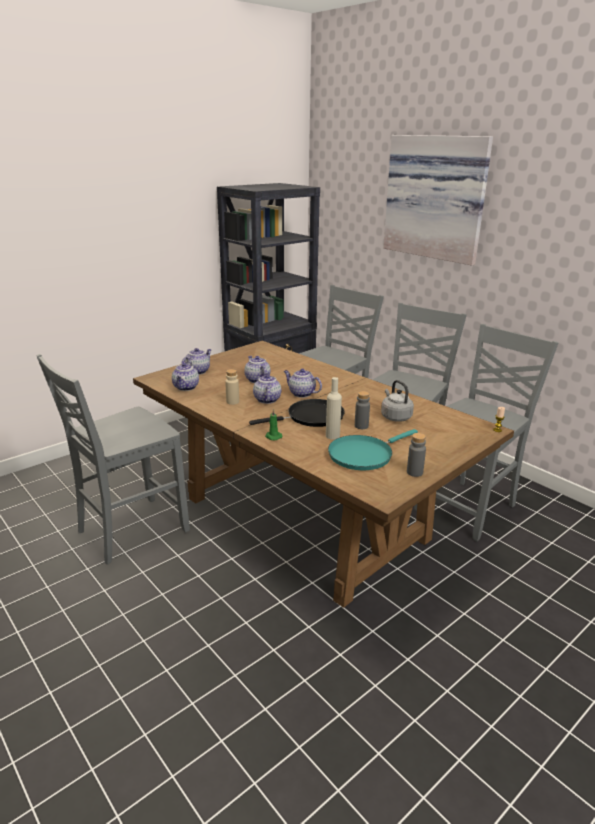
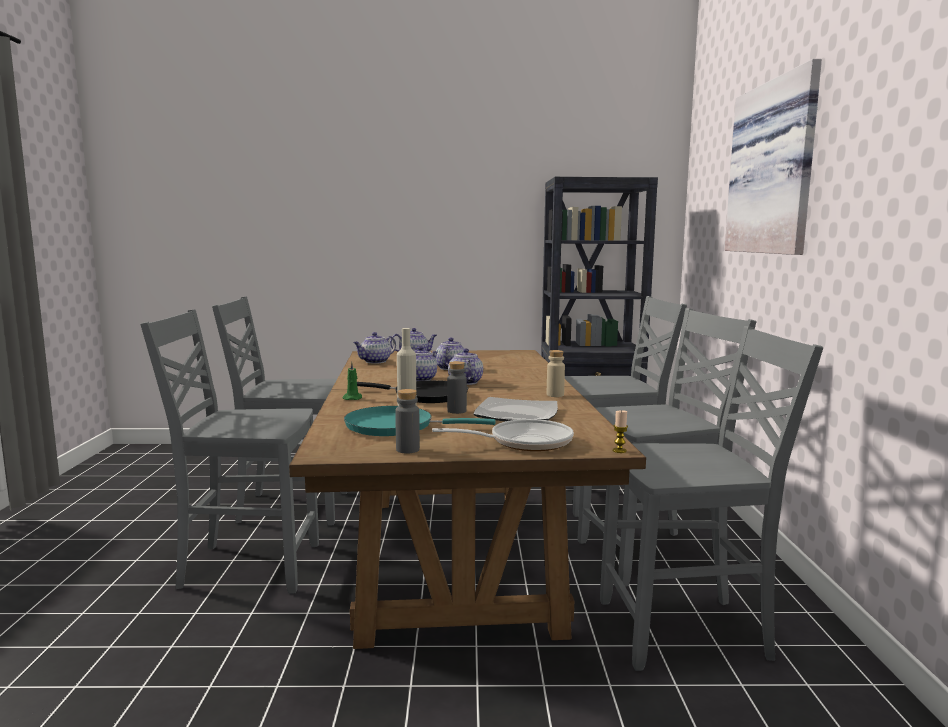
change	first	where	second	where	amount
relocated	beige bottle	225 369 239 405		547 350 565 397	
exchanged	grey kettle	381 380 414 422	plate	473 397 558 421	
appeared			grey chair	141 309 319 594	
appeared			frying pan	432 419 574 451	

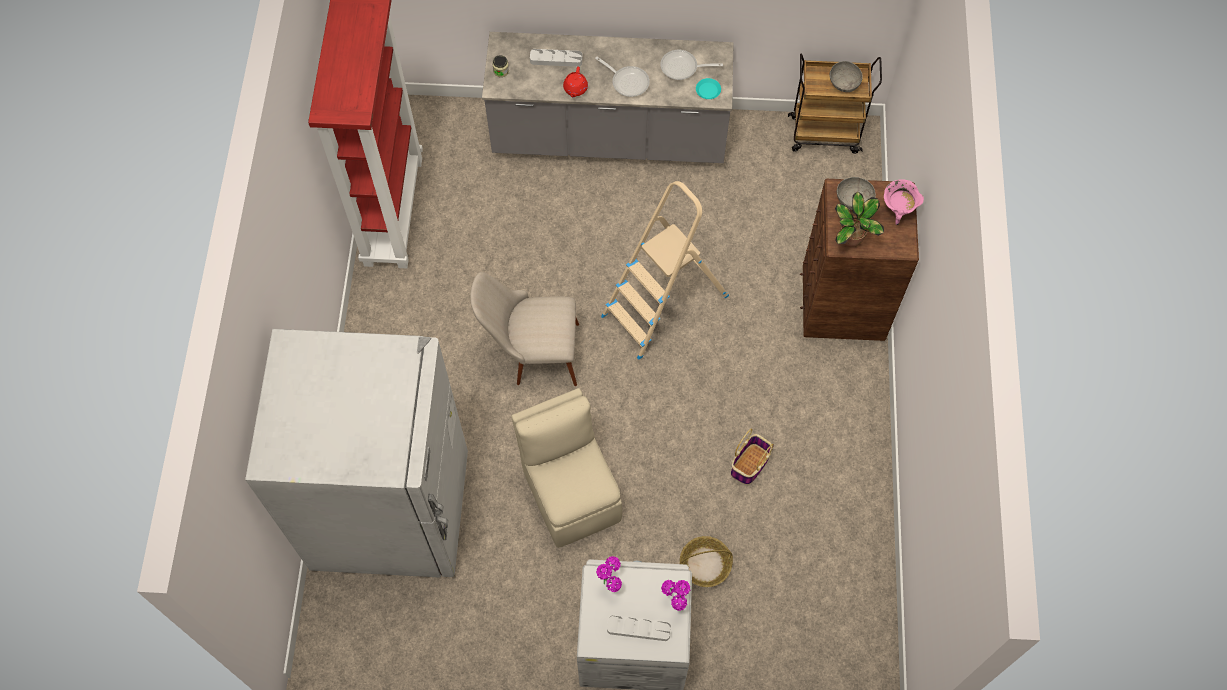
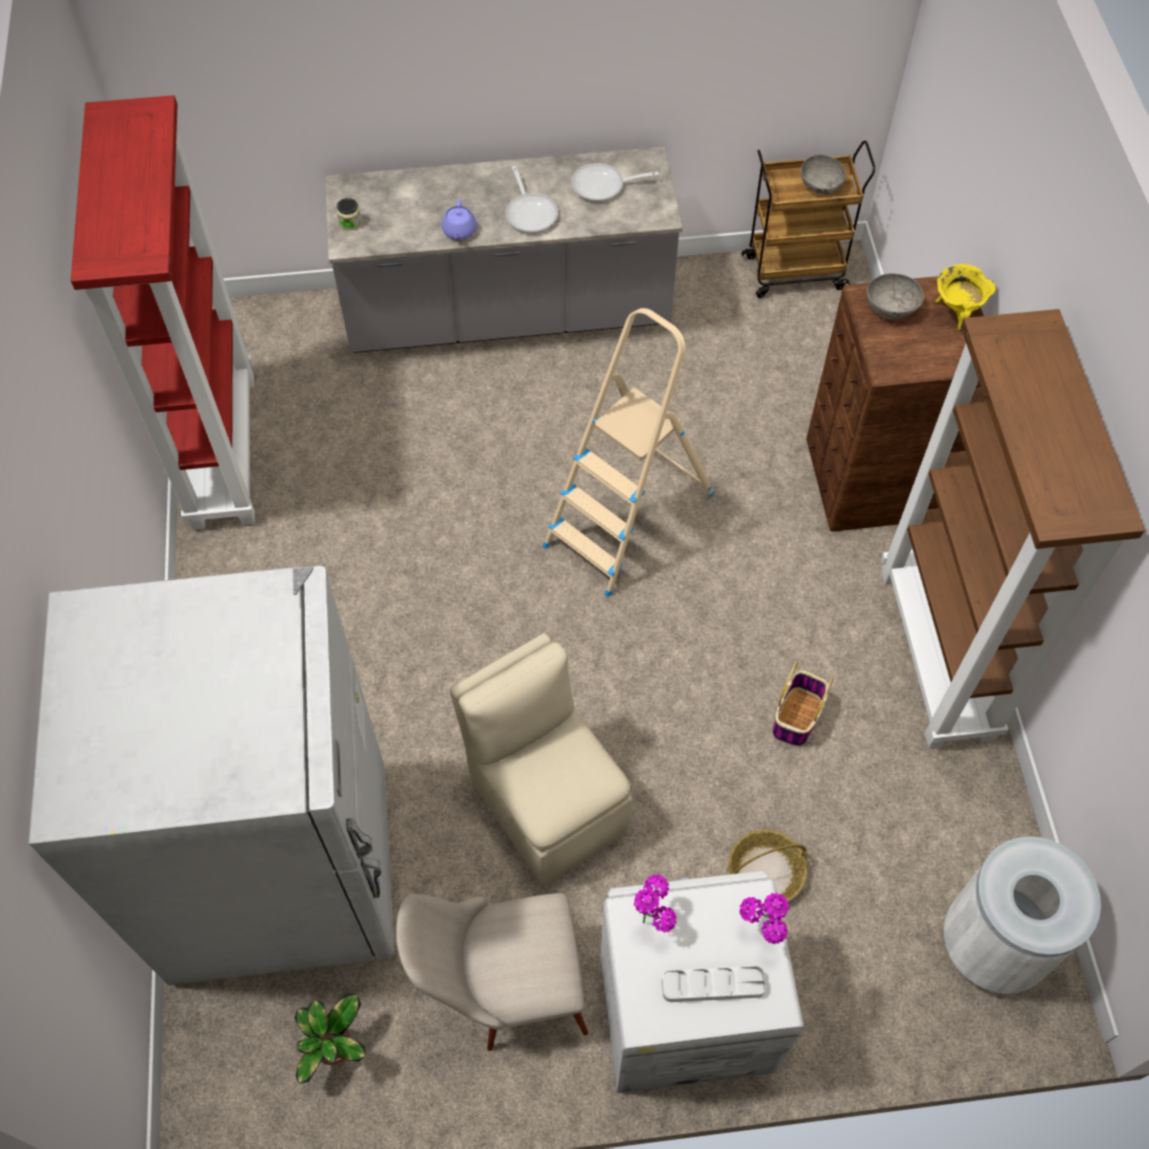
change	first	where	second	where	amount
relocated	beige chair	470 272 579 386		396 893 588 1051	
missing	grey tray	530 49 583 67			
colour	red teapot	563 66 588 97	purple teapot	442 199 477 241	
spun	frying pan	595 57 650 97		506 166 558 233	45 degrees clockwise
missing	turquoise plate	696 78 721 99			
relocated	potted plant	835 192 884 247		295 993 366 1084	
colour	pink cooking pot	884 179 924 225	yellow cooking pot	936 264 996 331	
appeared			brown bookcase	881 309 1145 748	
appeared			white trash can	943 836 1101 994	

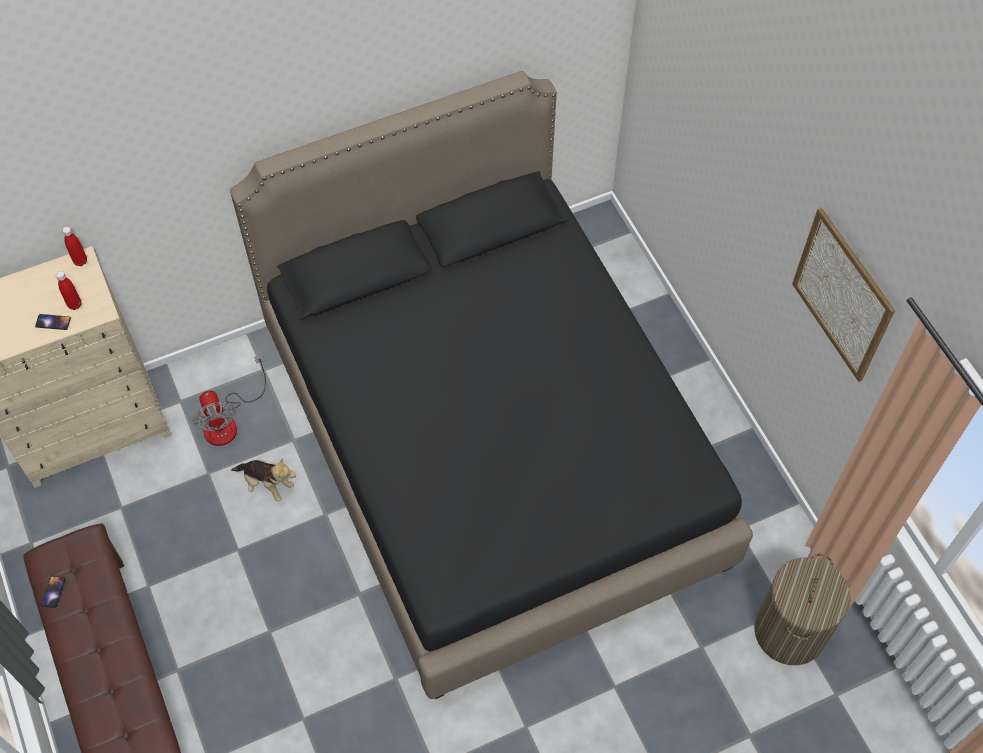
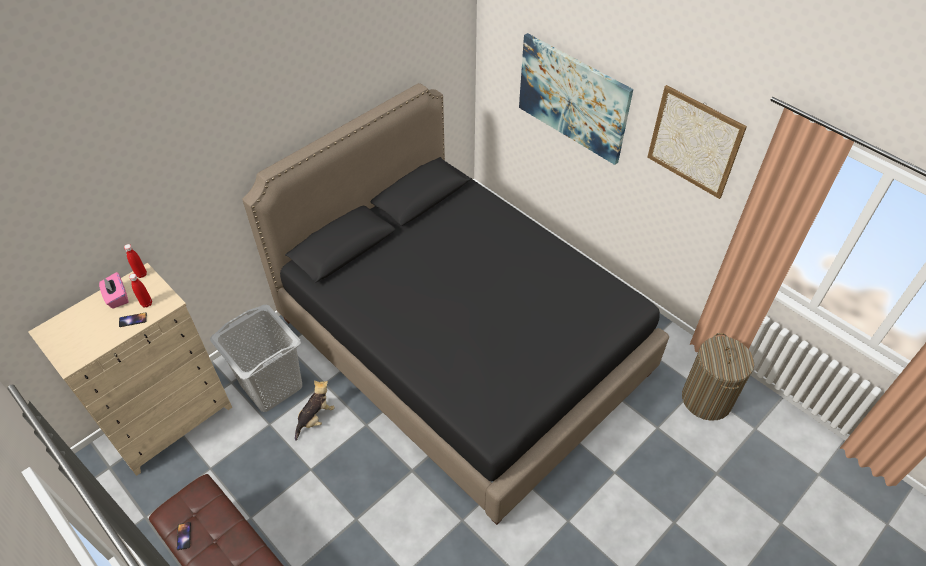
change	first	where	second	where	amount
exchanged	fan	193 354 266 446	grey laundry basket	210 305 302 412	
spun	plush toy	231 458 296 501		295 380 335 441	60 degrees counterclockwise
appeared			pink tissue box	99 272 129 309	
appeared			picture	519 33 633 165	

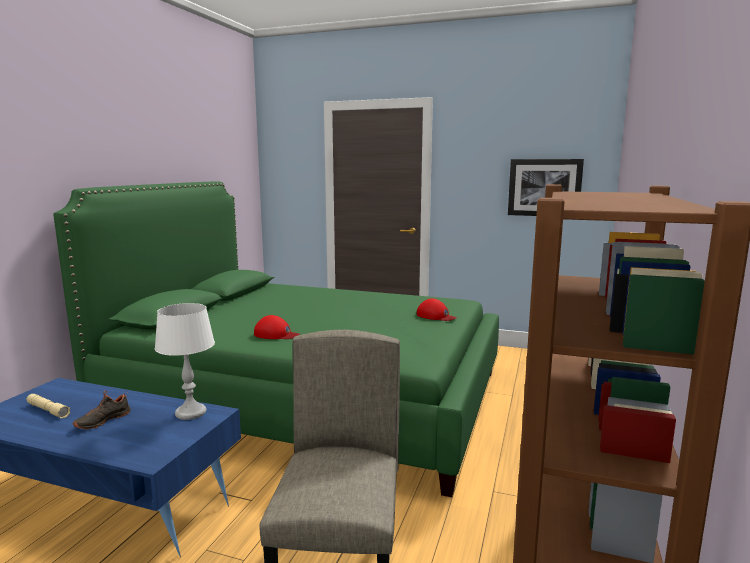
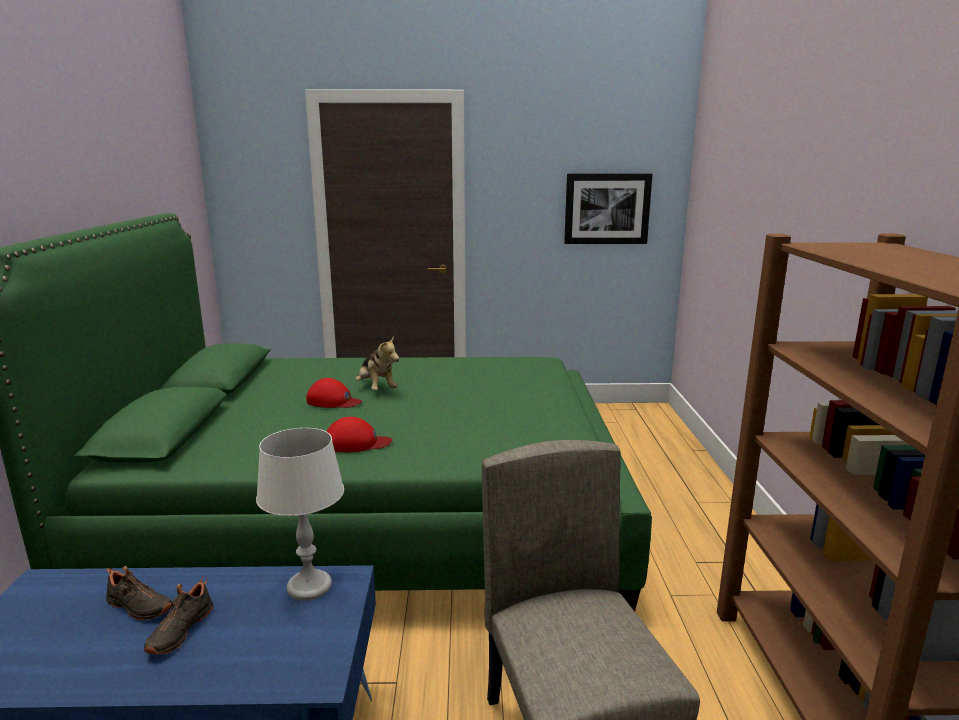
change	first	where	second	where	amount
missing	beige flashlight	27 394 70 419			
relocated	red cap	417 298 456 321		307 378 362 408	
appeared			black shoe	106 566 172 621	
appeared			plush toy	355 336 399 390	

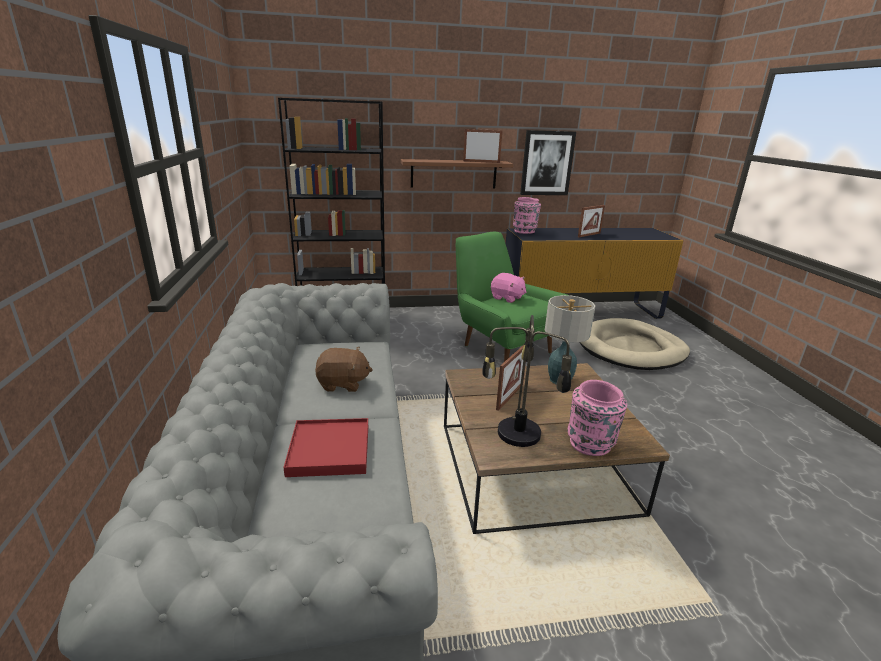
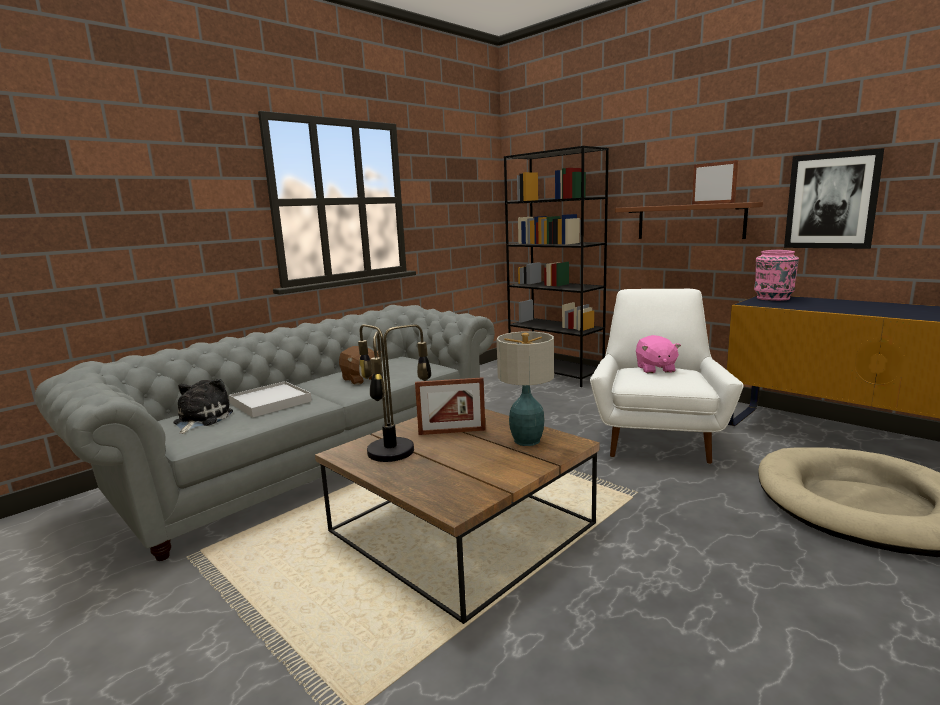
change	first	where	second	where	amount
colour	red tray	283 418 368 477	white tray	229 381 312 417	
colour	green armchair	456 232 567 362	white armchair	590 289 744 464	
missing	pink vase	567 380 627 456			
missing	picture frame	578 205 605 237			
appeared			plush toy	173 379 233 434	

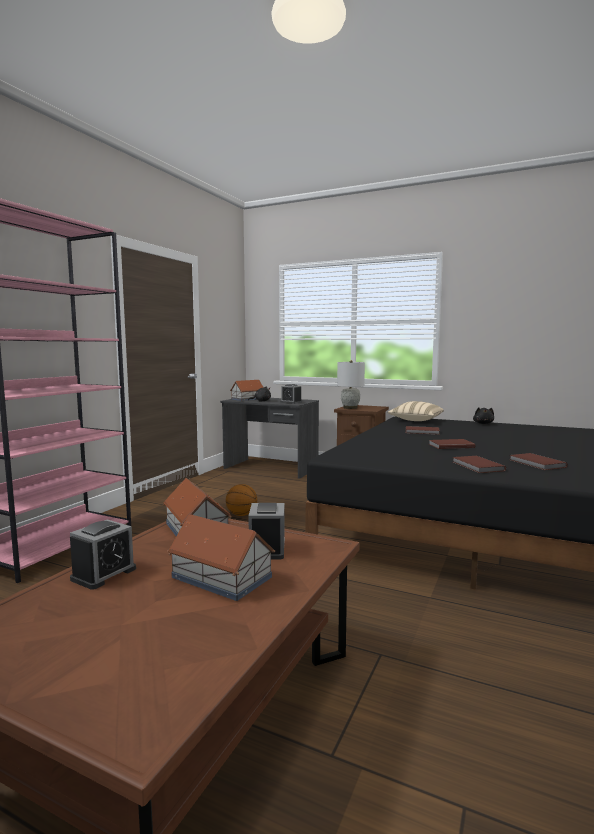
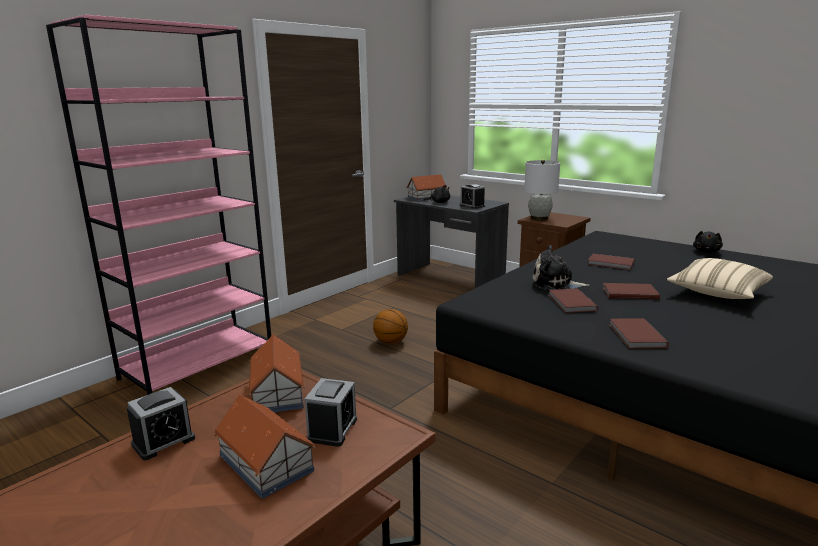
change	first	where	second	where	amount
relocated	beige pillow	387 401 444 421		667 258 773 299	
relocated	brown book	510 453 568 470		549 288 598 313	
appeared			plush toy	532 245 590 290	

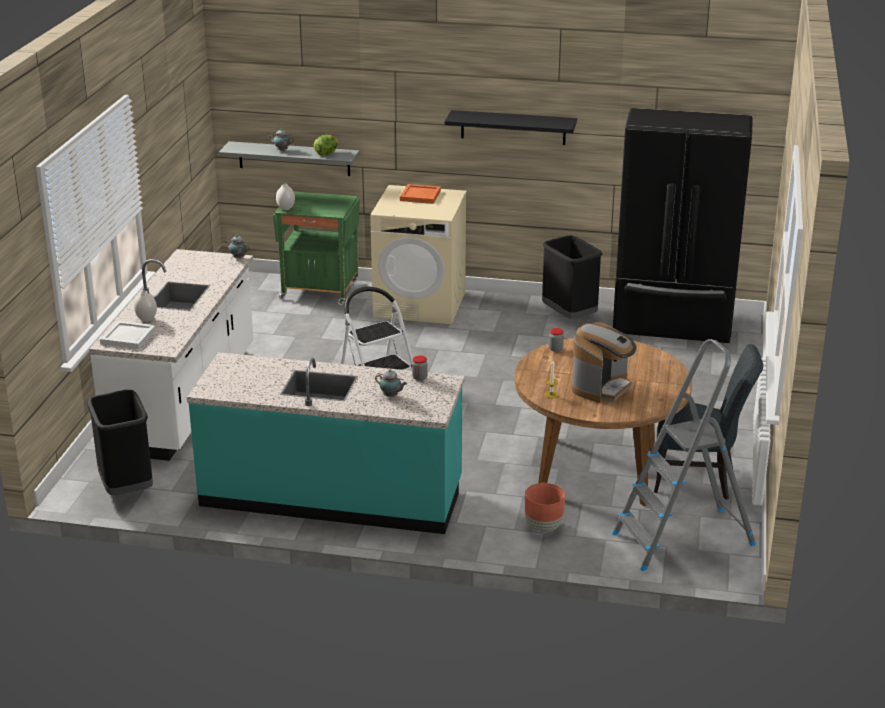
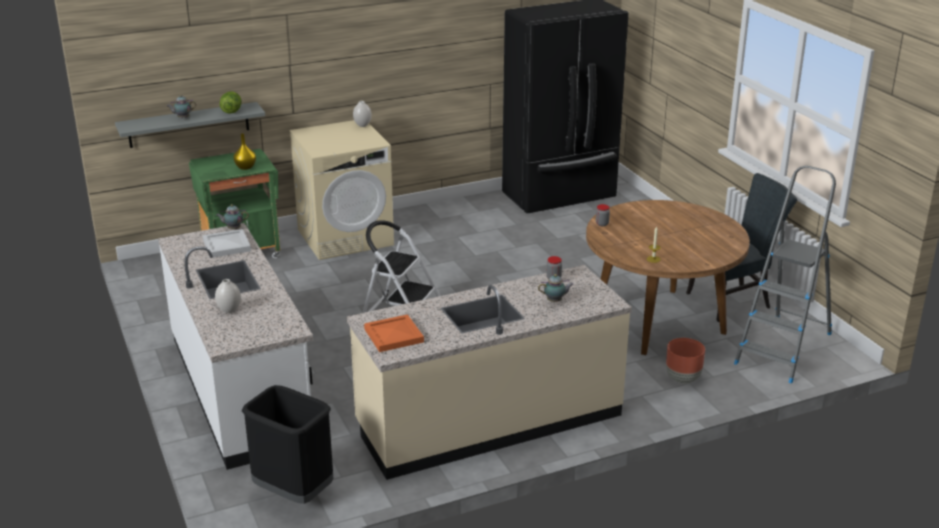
change	first	where	second	where	amount
relocated	white tray	100 321 156 349		203 229 251 257	
colour	turquoise counter	187 352 464 534	beige counter	347 265 632 480	
relocated	white vase	276 184 295 210		353 101 372 127	
relocated	orange tray	400 184 441 204		364 314 424 352	
missing	black shelf	445 110 577 145			
missing	black trash can	542 235 603 319			
missing	coffee machine	572 322 636 403			
appeared			yellow vase	234 134 256 170	

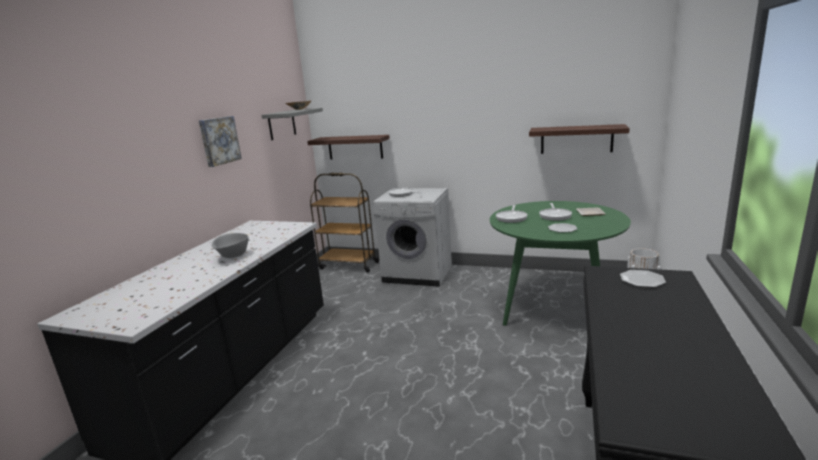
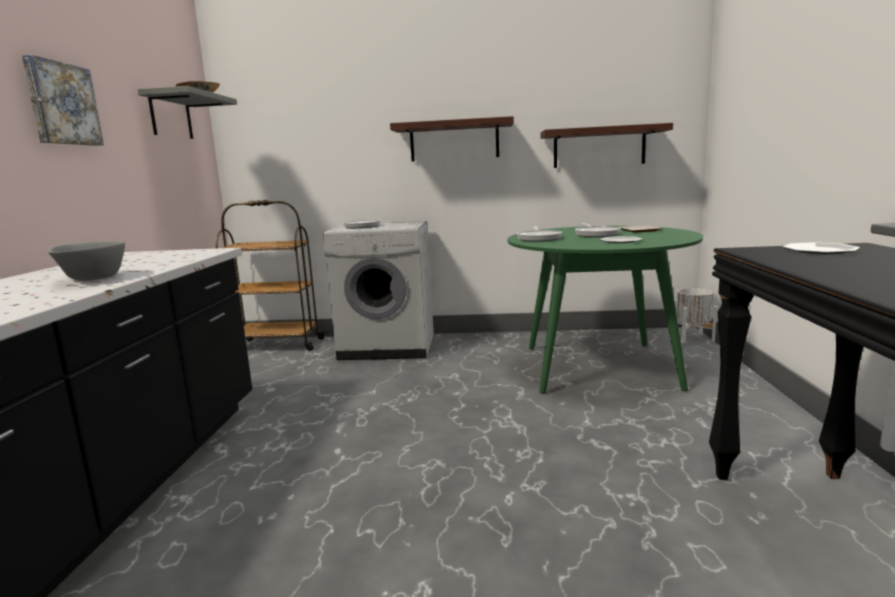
change	first	where	second	where	amount
relocated	shelf	307 135 390 160		390 116 514 161	

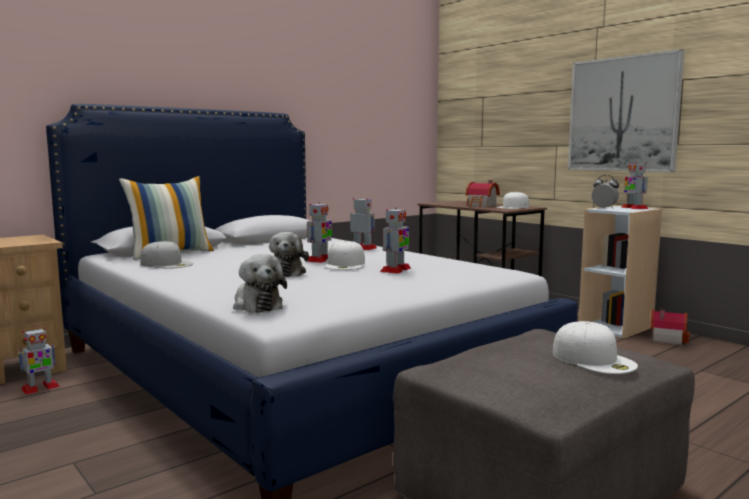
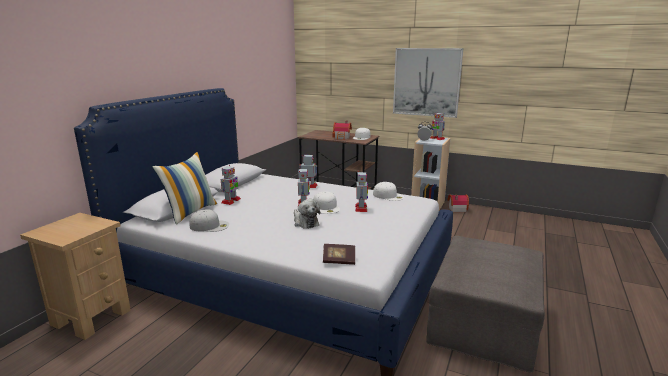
change	first	where	second	where	amount
relocated	toy robot	18 327 60 395		221 165 241 205	
exchanged	plush toy	233 254 287 313	book	323 244 355 265	
relocated	white cap	553 321 638 374		373 182 405 201	

